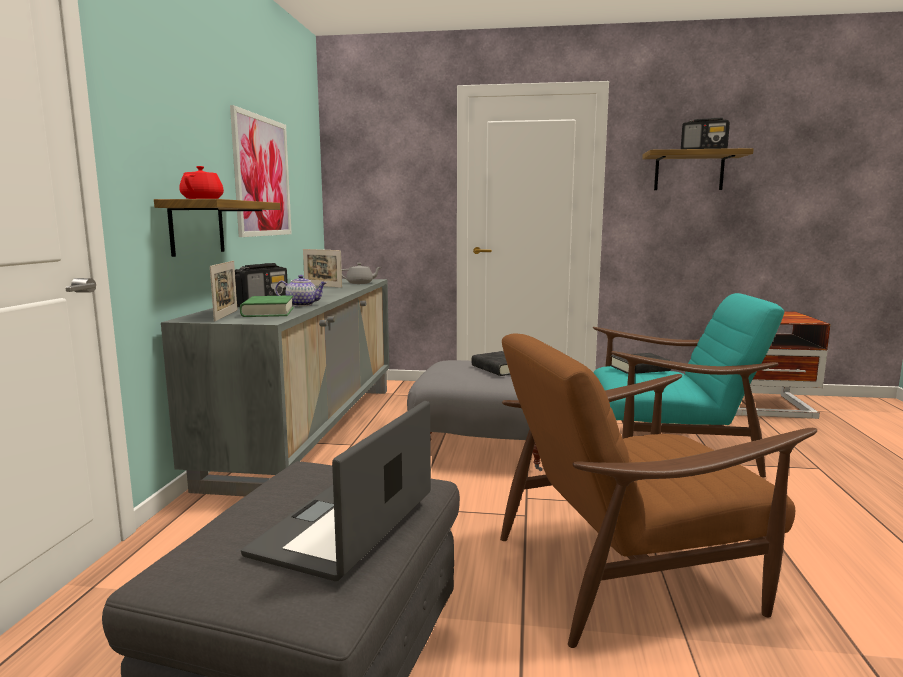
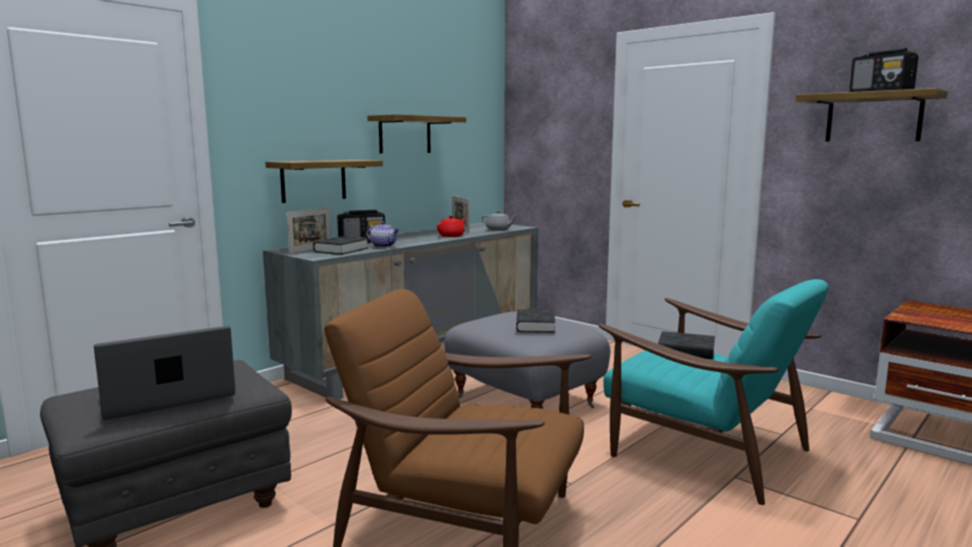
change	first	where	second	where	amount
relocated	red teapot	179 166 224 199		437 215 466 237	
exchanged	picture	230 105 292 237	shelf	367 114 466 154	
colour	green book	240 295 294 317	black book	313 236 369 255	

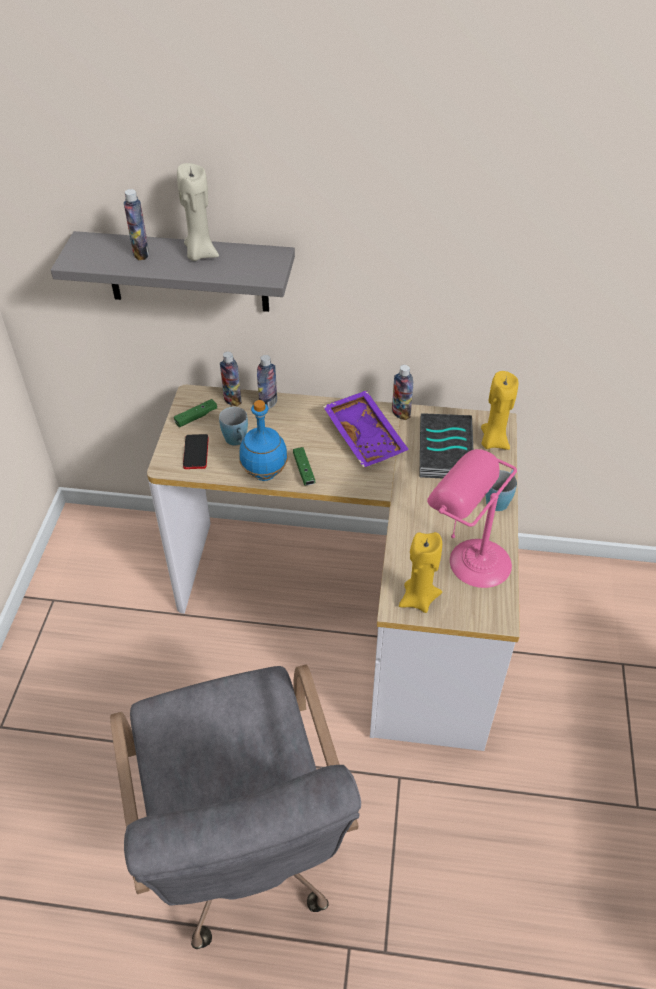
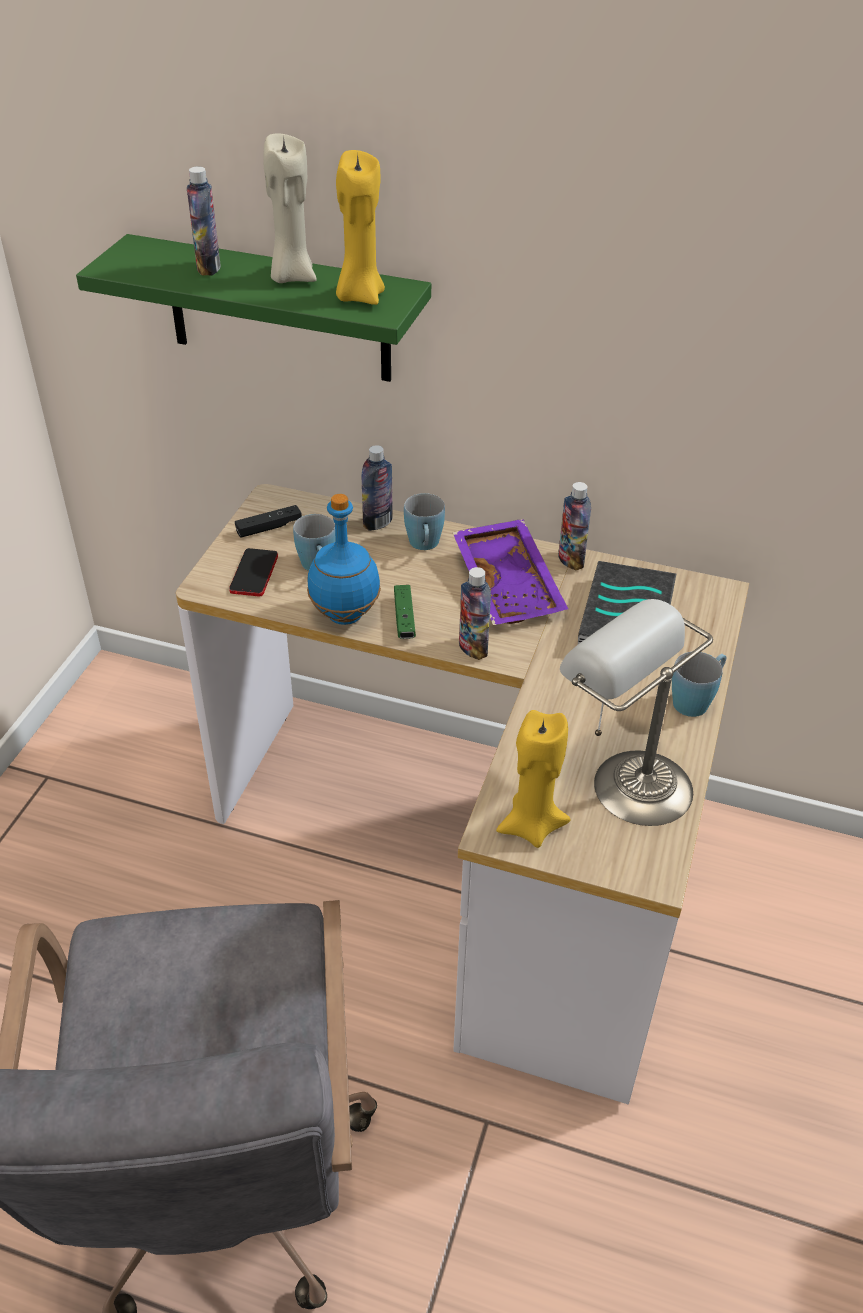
change	first	where	second	where	amount
colour	grey shelf	51 231 295 312	green shelf	76 234 431 382	
colour	green game controller	174 399 217 427	black game controller	235 505 302 538	
relocated	bottle	220 352 242 406		459 567 491 660	
colour	pink table lamp	427 449 517 588	white table lamp	560 599 713 826	
relocated	yellow candle	481 371 518 450		336 150 385 305	
appeared			blue mug	404 493 445 550	

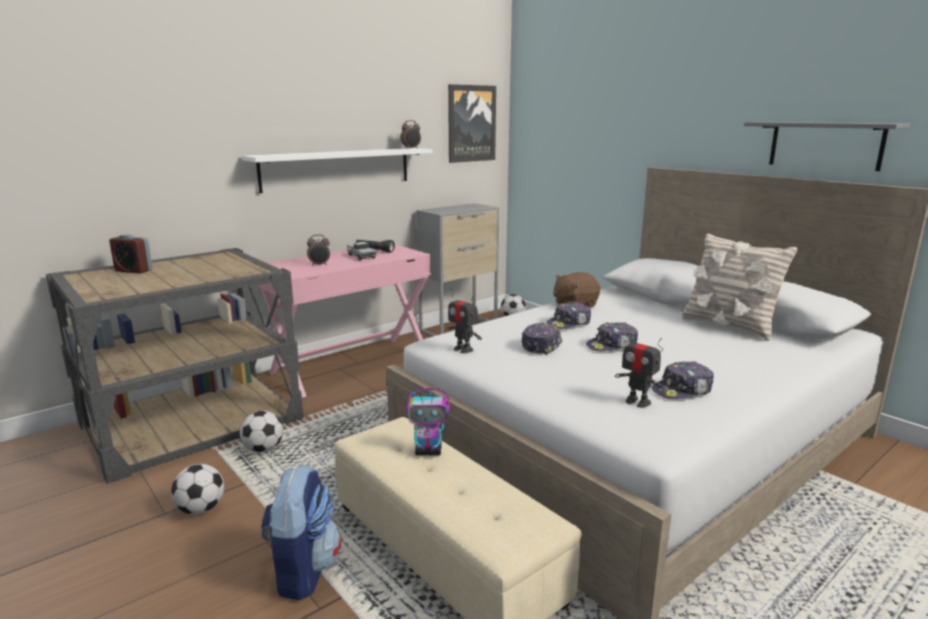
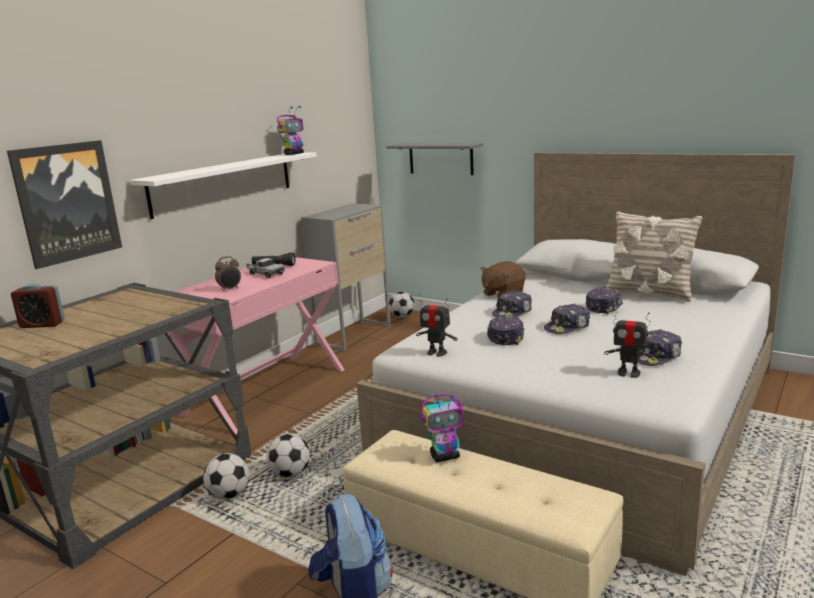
change	first	where	second	where	amount
relocated	football	171 464 224 515		267 434 310 478	
exchanged	alarm clock	400 120 421 149	toy robot	277 106 304 155	
relocated	picture	448 84 496 163		7 140 122 269	
relocated	grey shelf	744 122 910 171		386 143 483 175	
appeared			cap	586 287 623 315	

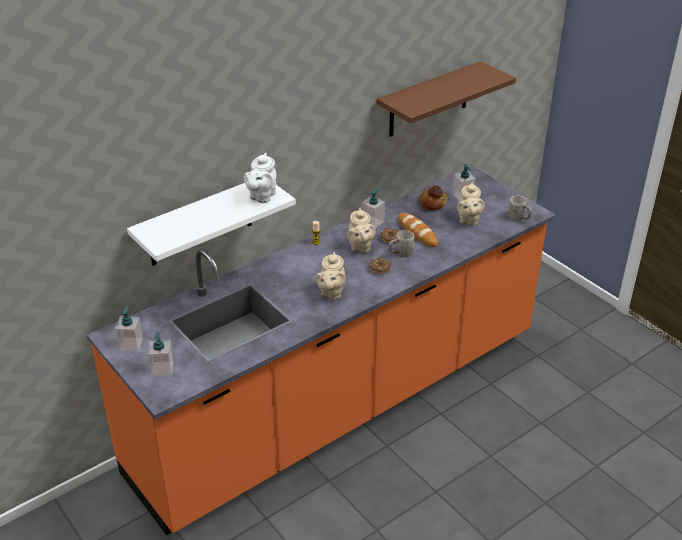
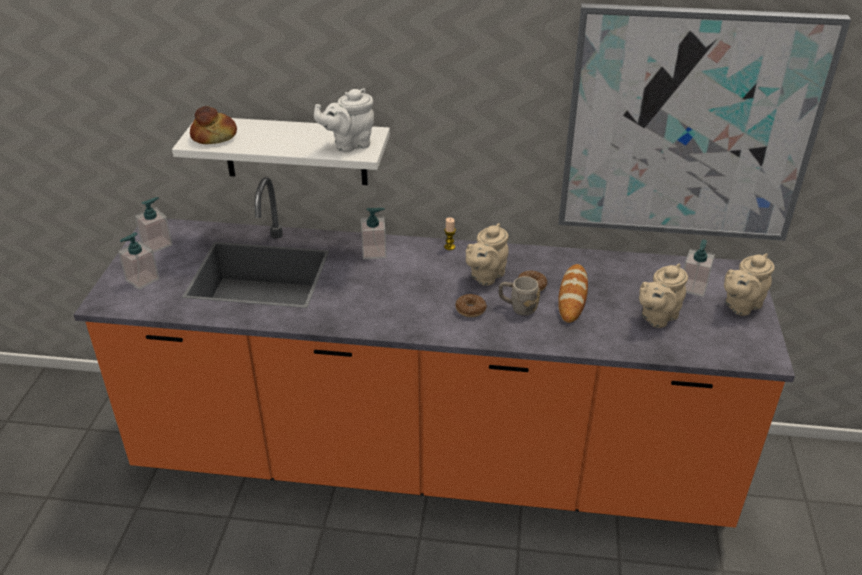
change	first	where	second	where	amount
relocated	beige teapot	315 252 346 300		724 253 775 316	
relocated	soap dispenser	362 188 385 228		361 208 386 259	
exchanged	brown shelf	377 61 516 137	picture	558 3 851 241	
relocated	bread	419 185 448 211		190 106 237 144	
missing	grey mug	508 195 532 221			

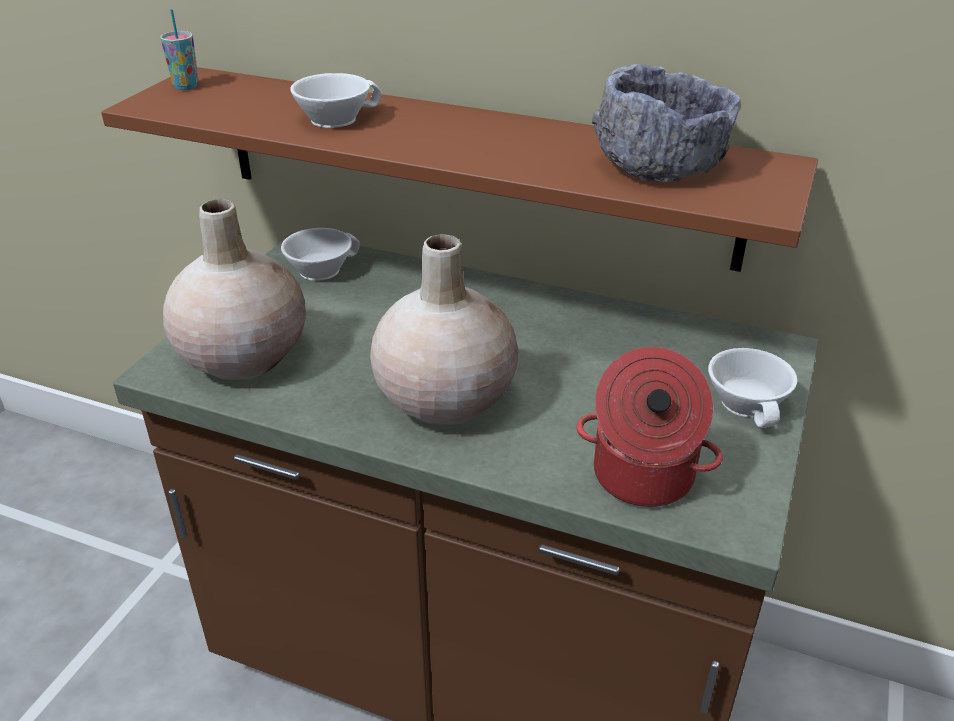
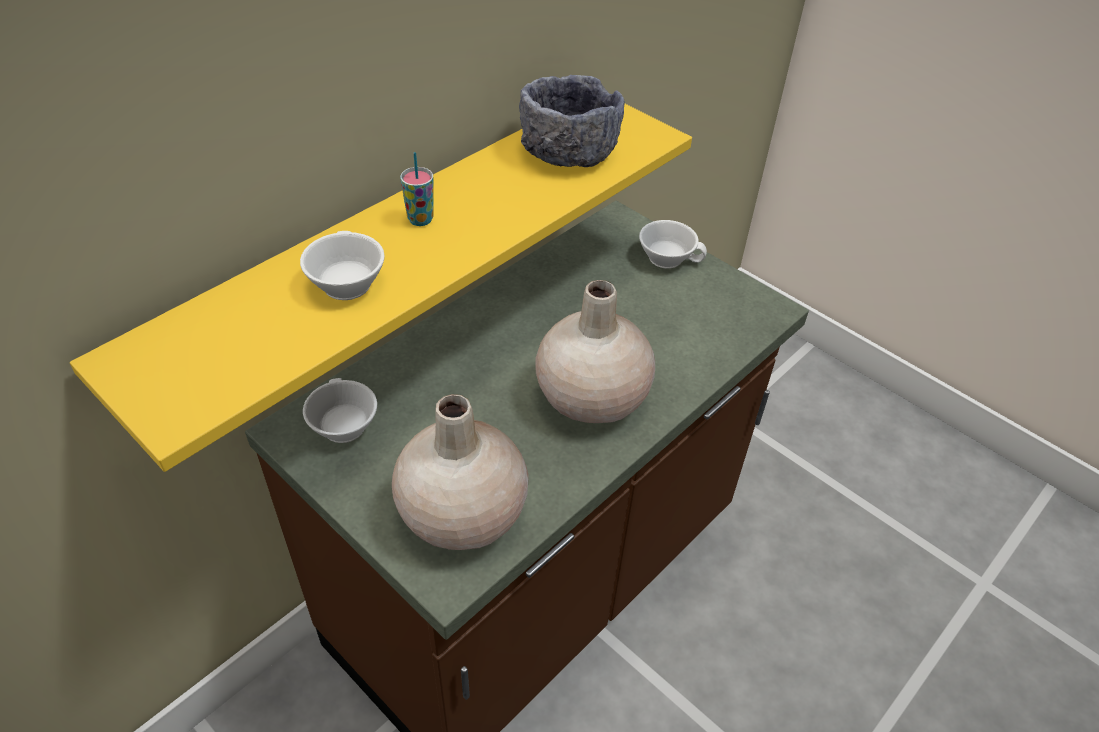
change	first	where	second	where	amount
colour	brown shelf	101 67 818 272	yellow shelf	70 104 692 472	
relocated	cup	160 9 198 90		400 152 434 226	
missing	cooking pot	576 347 723 507			

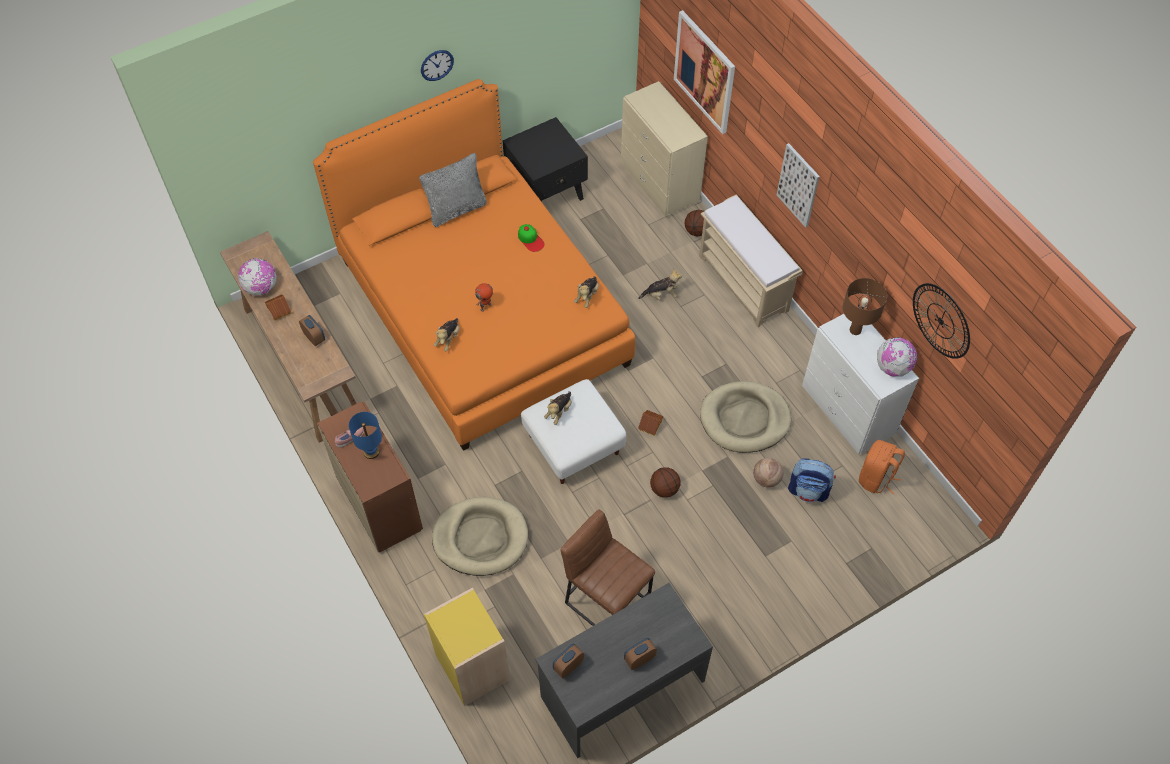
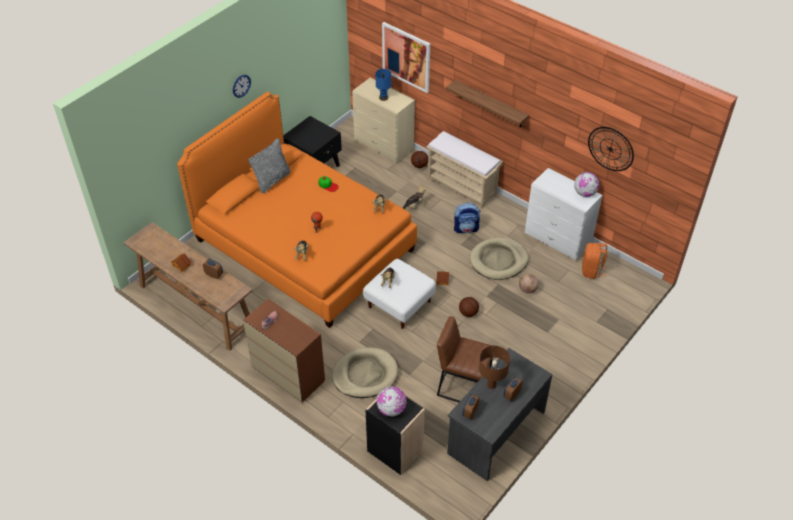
change	first	where	second	where	amount
relocated	globe	238 258 277 295		377 386 407 417	
relocated	blue table lamp	349 412 382 459		376 69 391 101	
colour	yellow bookcase	424 587 510 706	black bookcase	365 385 425 475	
exchanged	picture	777 143 820 228	shelf	446 80 529 127	
relocated	backpack	788 458 836 502		454 203 480 233	
relocated	brown table lamp	842 278 887 335		479 346 510 389	

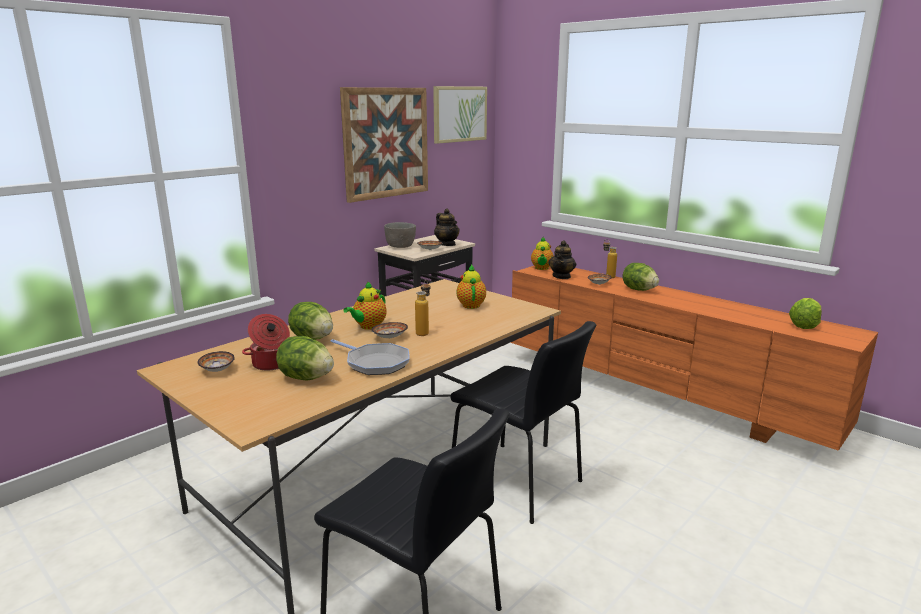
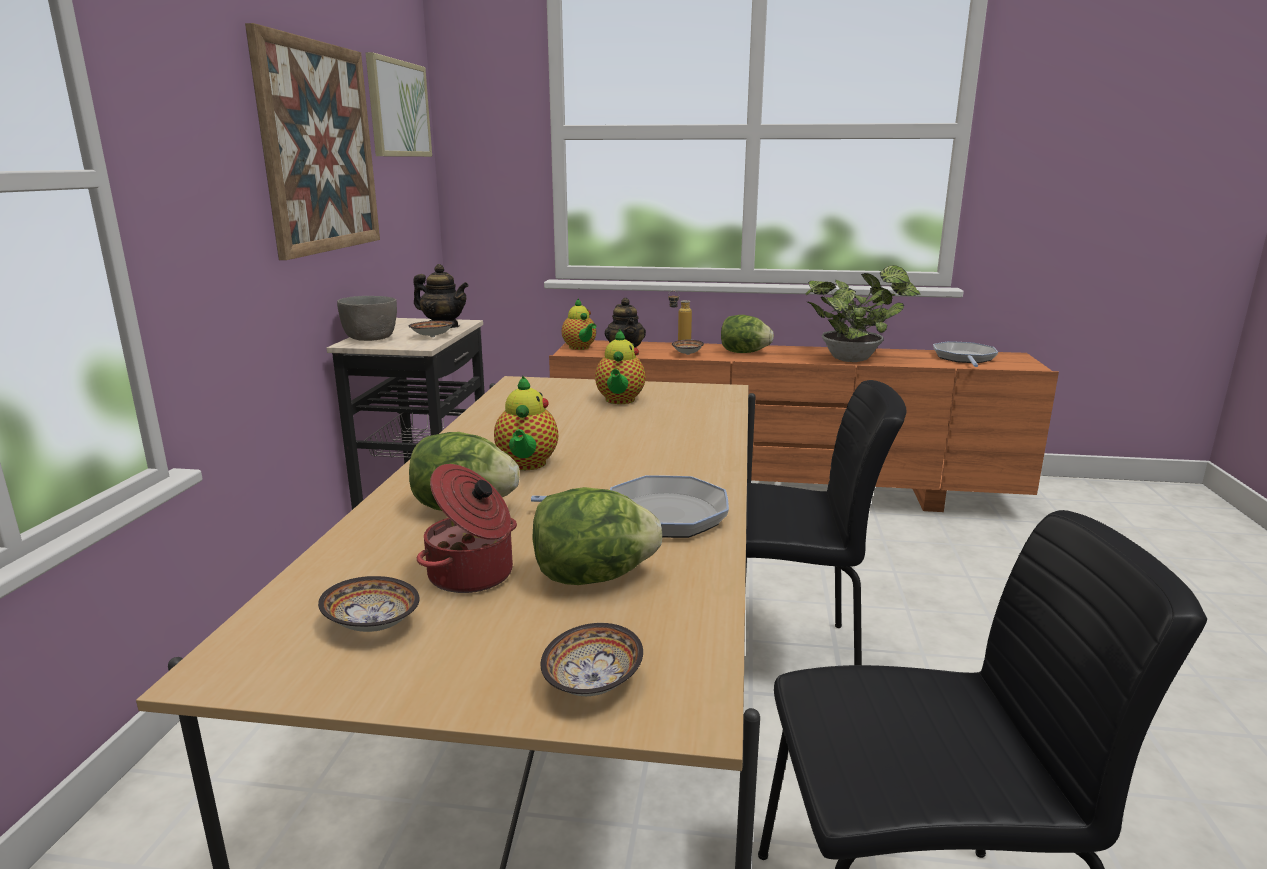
change	first	where	second	where	amount
relocated	bowl	371 322 408 338		541 623 643 696	
missing	bottle	415 280 430 336			
spun	teapot	456 264 486 309		595 329 646 404	135 degrees counterclockwise
exchanged	lettuce	789 298 822 329	frying pan	933 341 998 367	
appeared			potted plant	806 265 921 362	

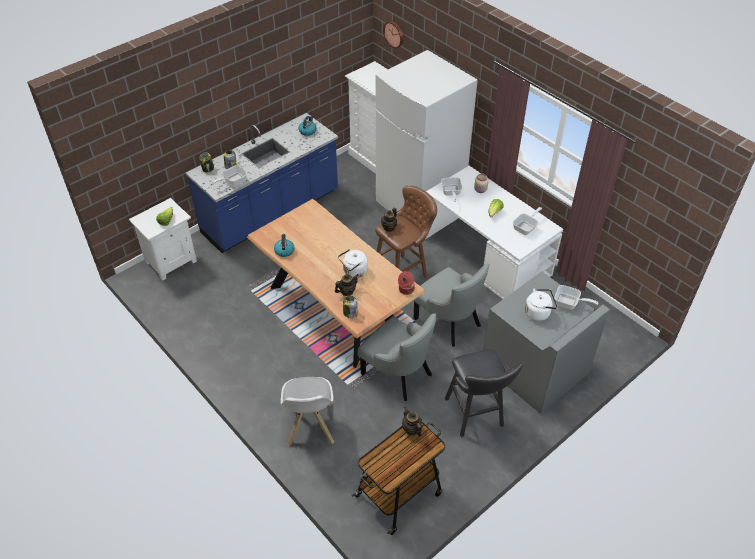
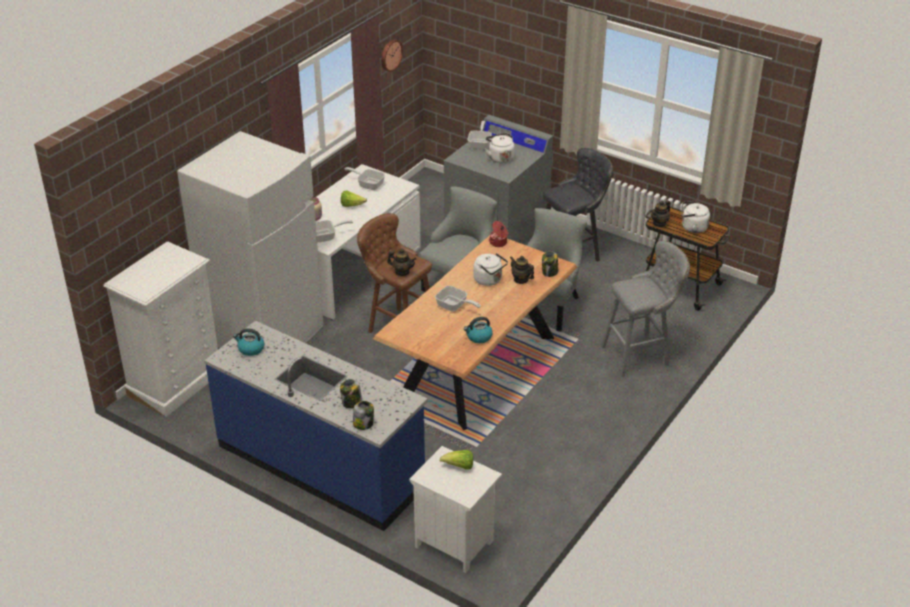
change	first	where	second	where	amount
relocated	frying pan	211 165 247 186		435 286 481 312	
exchanged	chair	281 377 334 447	grey stool	601 241 690 377	
relocated	wall clock	383 21 404 48		381 39 403 72	
appeared			white kettle	681 201 710 233	

